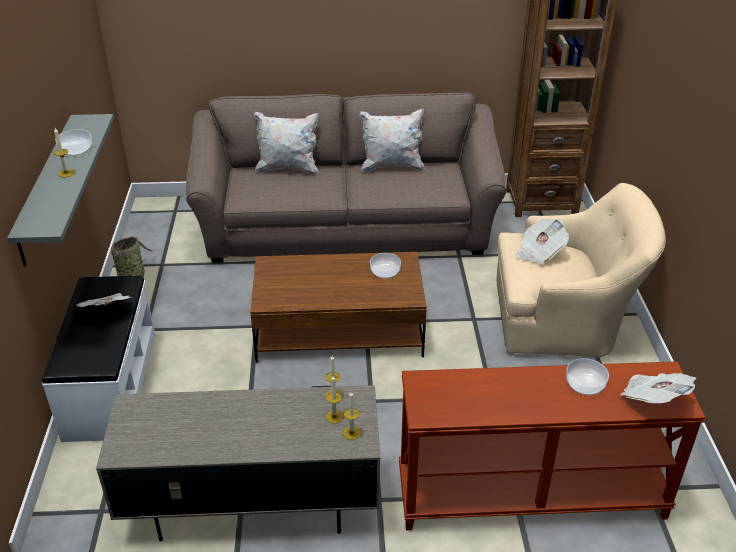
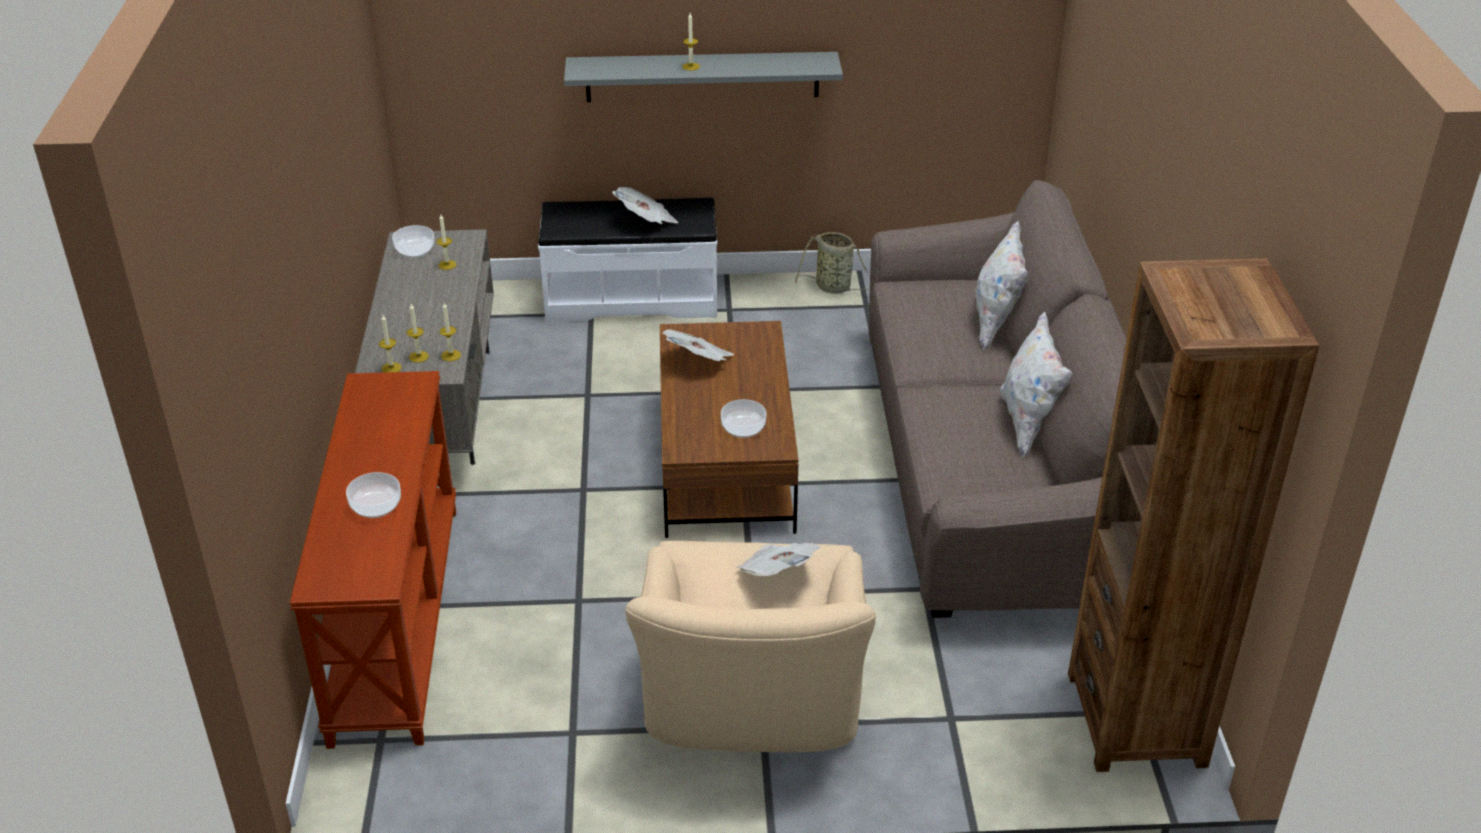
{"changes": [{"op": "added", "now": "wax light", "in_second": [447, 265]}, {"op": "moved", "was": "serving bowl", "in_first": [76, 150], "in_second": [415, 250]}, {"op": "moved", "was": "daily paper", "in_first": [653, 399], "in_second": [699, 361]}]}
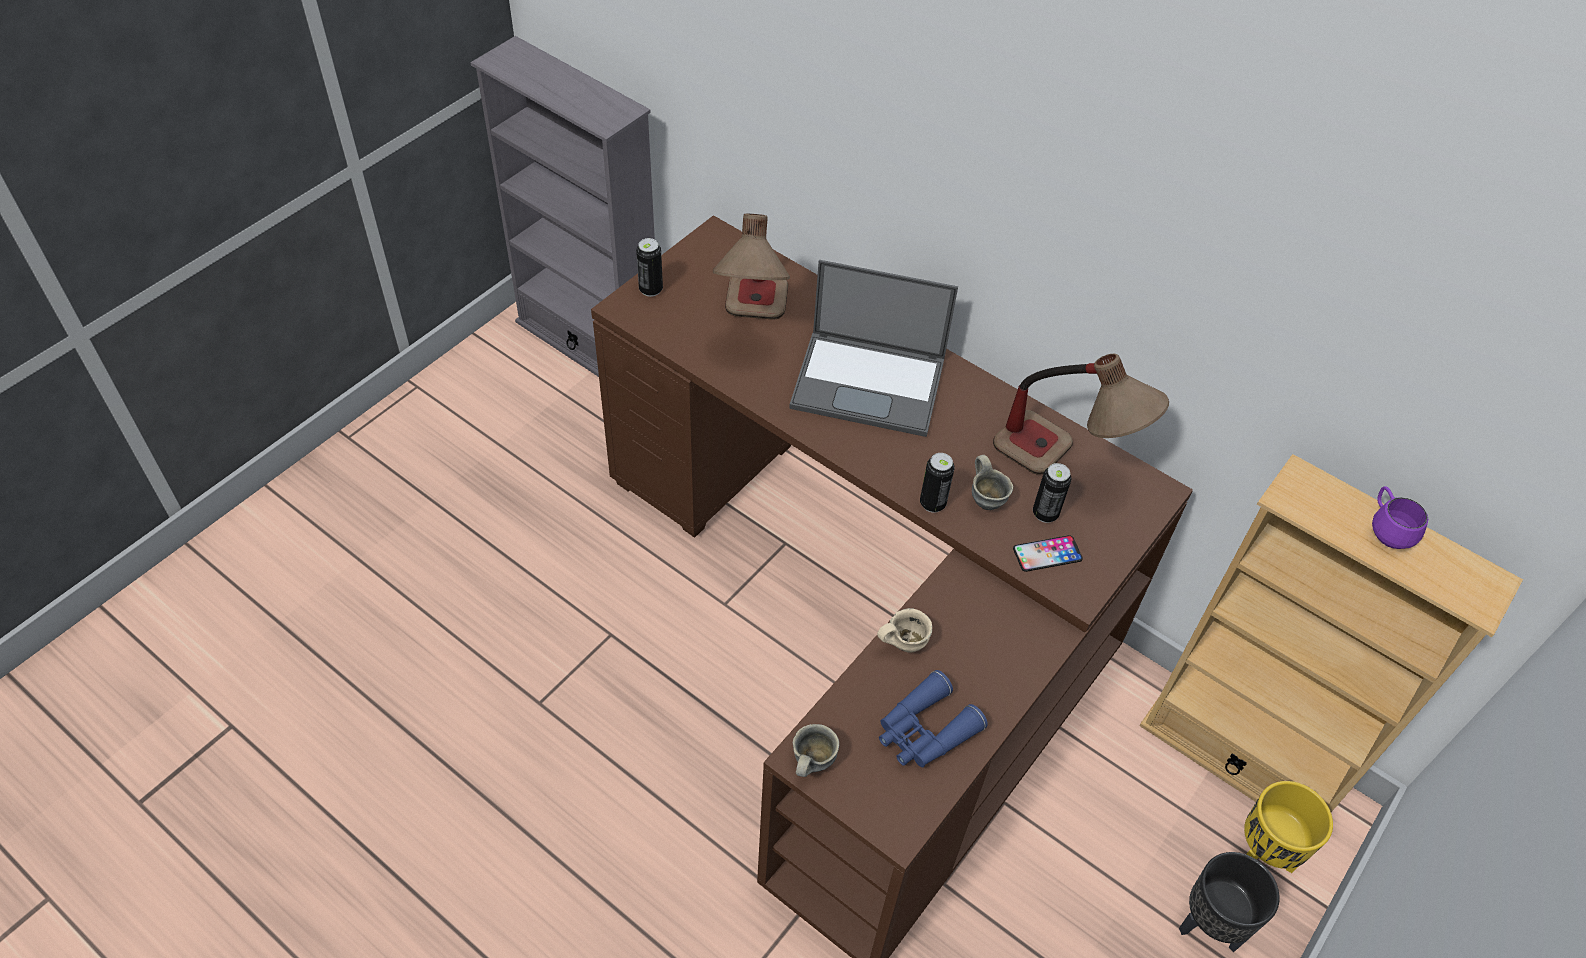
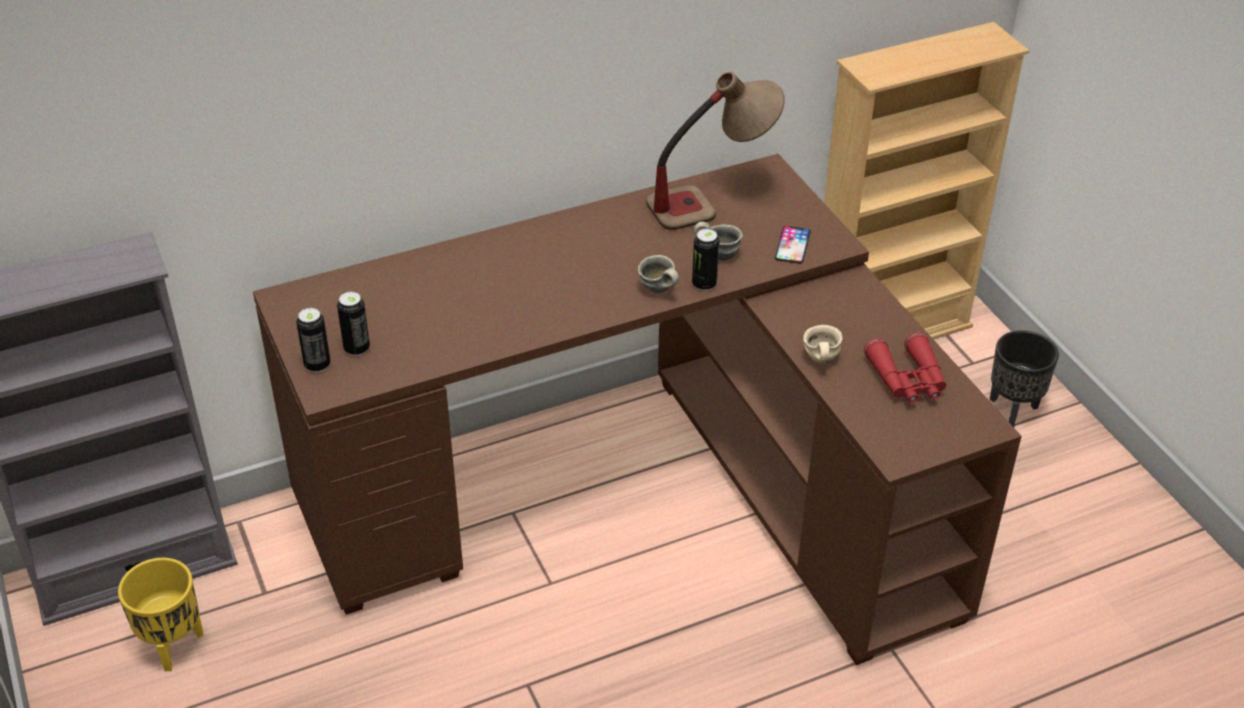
{"changes": [{"op": "removed", "was": "tabletop lamp", "in_first": [754, 323]}, {"op": "removed", "was": "laptop", "in_first": [870, 383]}, {"op": "removed", "was": "purple-coloured coffee mug", "in_first": [1386, 529]}, {"op": "moved", "was": "gray coffee mug", "in_first": [810, 762], "in_second": [657, 291]}, {"op": "moved", "was": "sealed can", "in_first": [1045, 513], "in_second": [357, 348]}, {"op": "moved", "was": "yellow plant pot", "in_first": [1263, 855], "in_second": [174, 646]}, {"op": "recoloured", "was": "blue binoculars", "now": "red binoculars", "in_first": [924, 731], "in_second": [907, 380]}]}
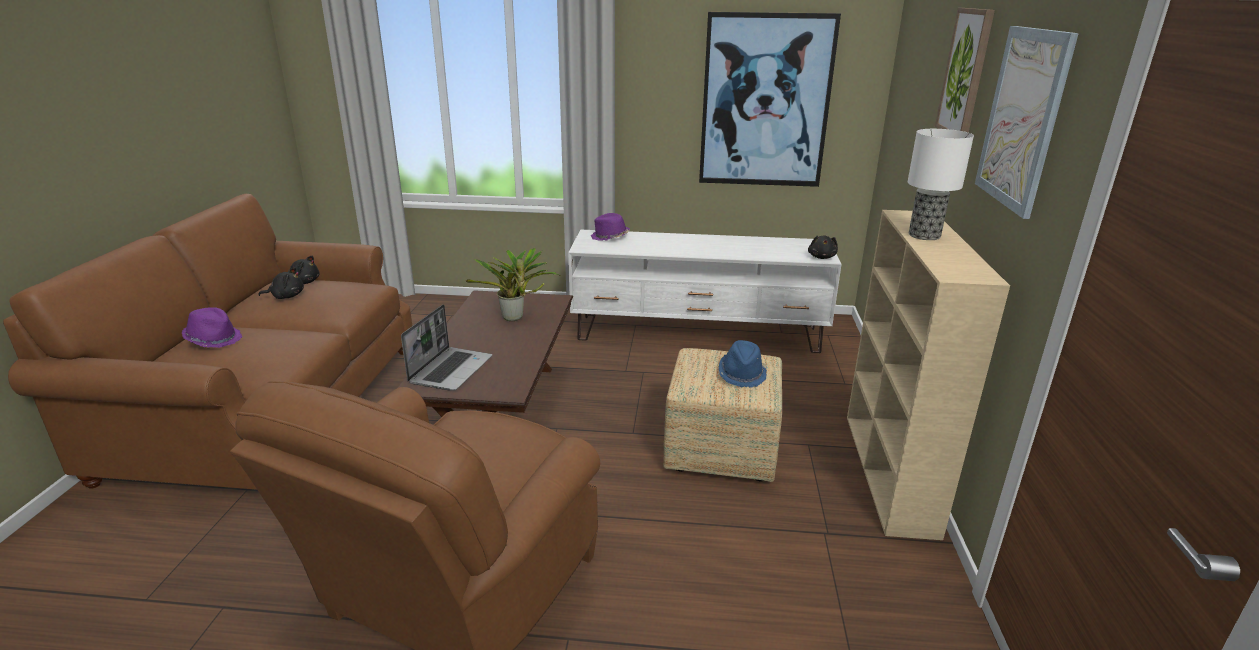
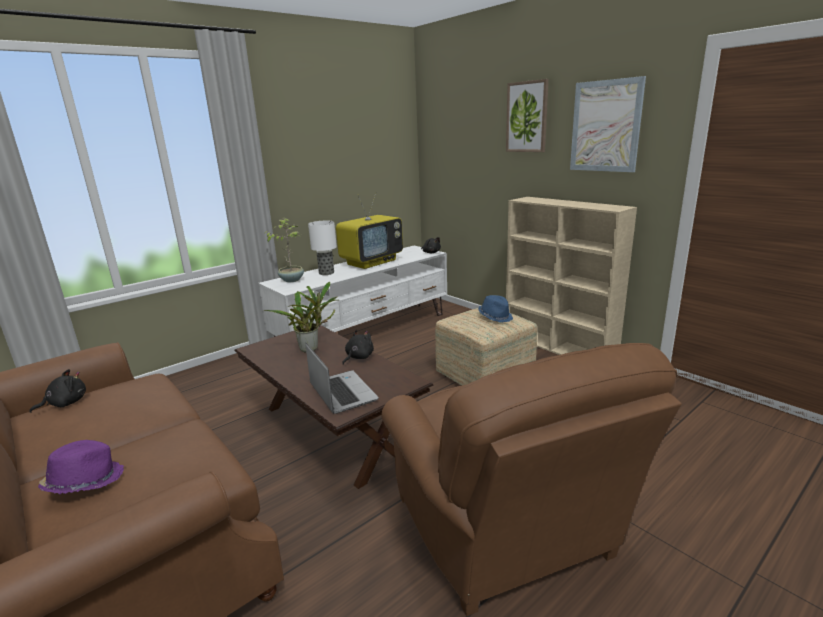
{"changes": [{"op": "removed", "was": "picture", "in_first": [765, 102]}, {"op": "added", "now": "television", "in_second": [371, 262]}, {"op": "moved", "was": "black-coloured soft toy", "in_first": [286, 296], "in_second": [358, 357]}, {"op": "moved", "was": "tabletop lamp", "in_first": [925, 235], "in_second": [327, 273]}, {"op": "replaced", "was": "purple-coloured hat", "now": "potted plant", "in_first": [610, 237], "in_second": [291, 280]}]}
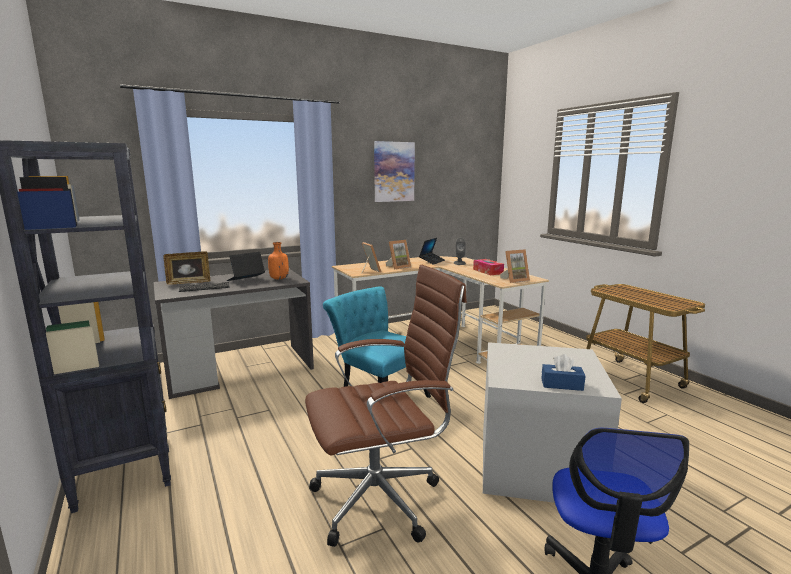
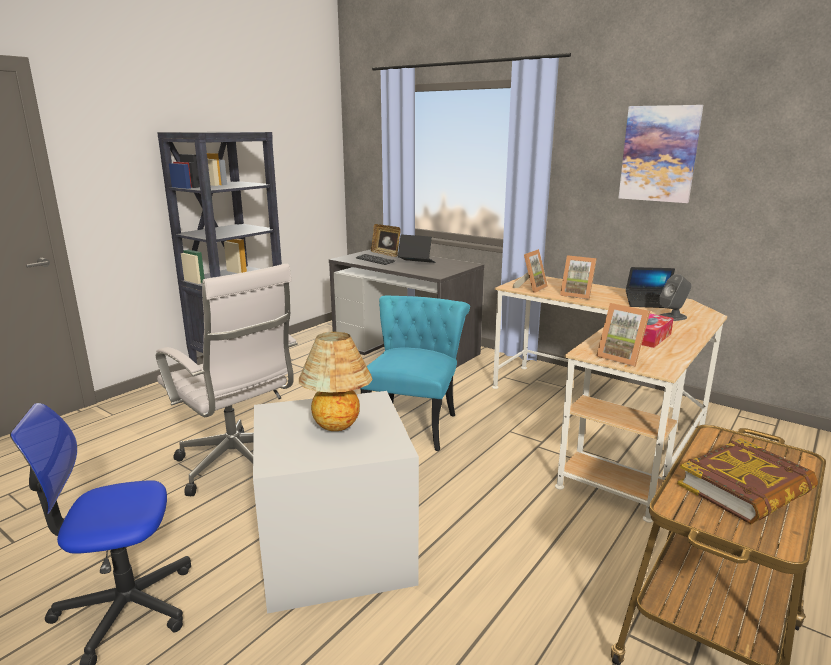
{"changes": [{"op": "removed", "was": "orange drink bottle", "in_first": [278, 278]}, {"op": "removed", "was": "blue tissue box", "in_first": [562, 384]}, {"op": "added", "now": "tabletop lamp", "in_second": [338, 428]}, {"op": "added", "now": "volume", "in_second": [745, 489]}, {"op": "recoloured", "was": "brown computer chair", "now": "whitish computer chair", "in_first": [382, 499], "in_second": [238, 466]}]}
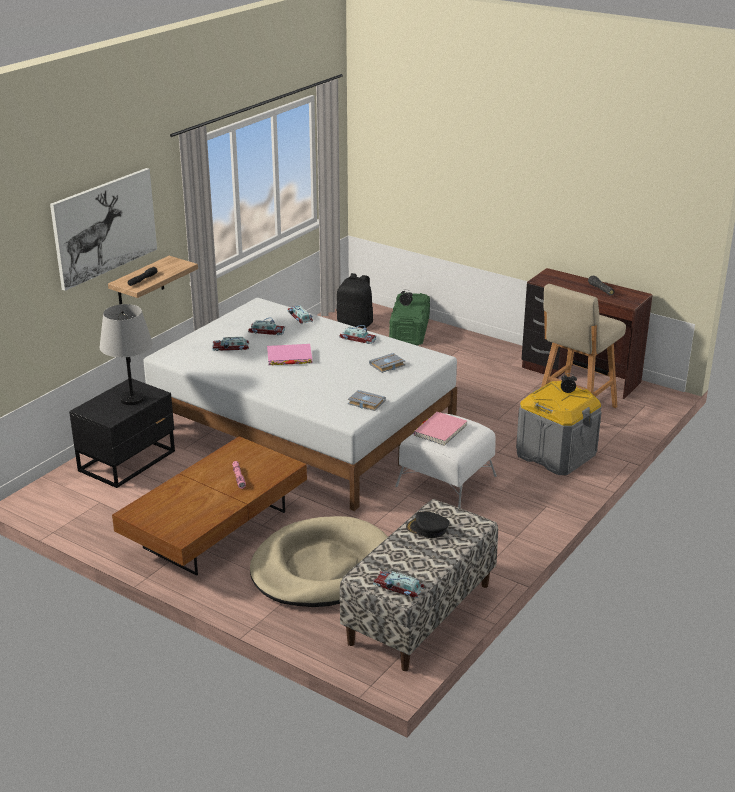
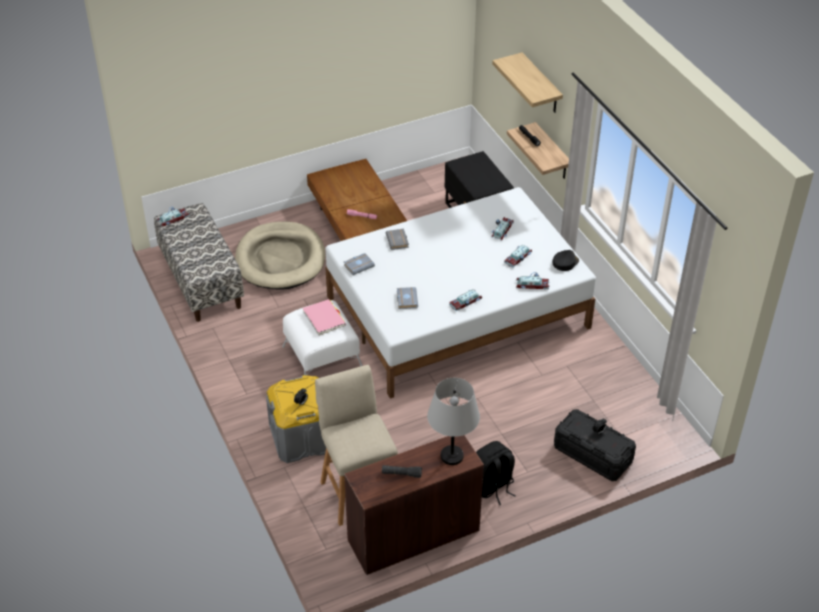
{"changes": [{"op": "removed", "was": "pink-coloured volume", "in_first": [289, 357]}, {"op": "added", "now": "gray volume", "in_second": [398, 241]}, {"op": "moved", "was": "gray tabletop lamp", "in_first": [131, 399], "in_second": [452, 456]}, {"op": "moved", "was": "black-coloured backpack", "in_first": [355, 323], "in_second": [492, 487]}, {"op": "moved", "was": "black-coloured peaked cap", "in_first": [427, 528], "in_second": [565, 262]}, {"op": "replaced", "was": "picture", "now": "bracket shelf", "in_first": [104, 227], "in_second": [541, 84]}, {"op": "recoloured", "was": "green-coloured storage container", "now": "black-coloured storage container", "in_first": [409, 331], "in_second": [592, 455]}]}
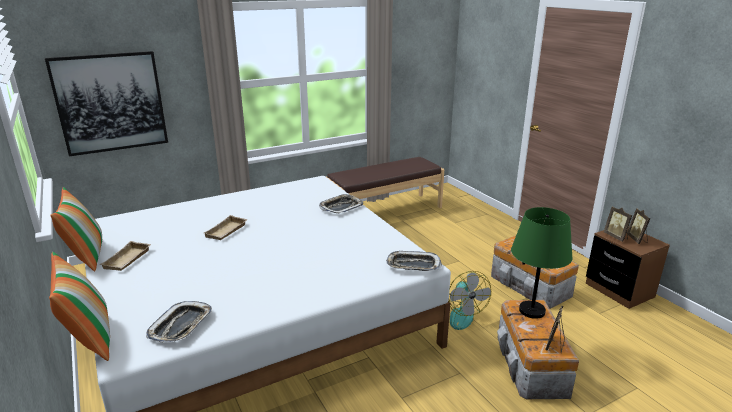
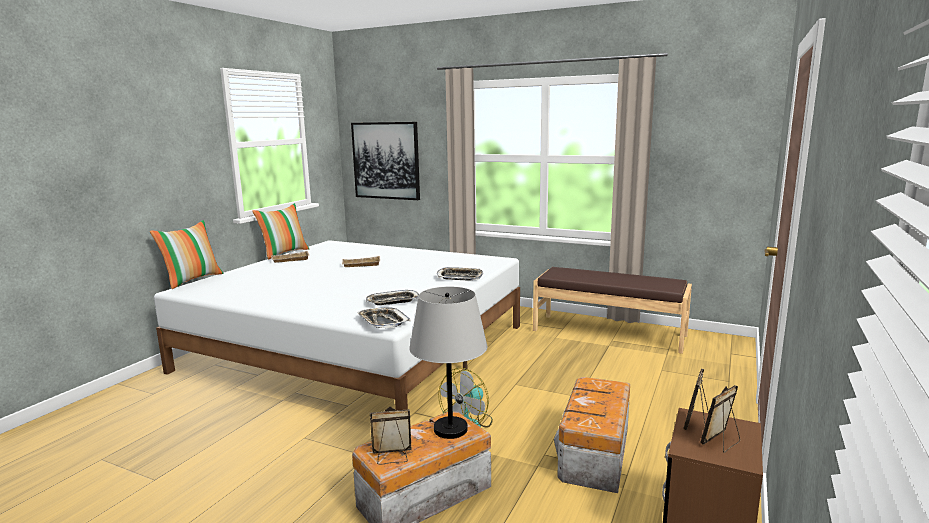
{"changes": [{"op": "moved", "was": "carrying tray", "in_first": [181, 326], "in_second": [393, 301]}, {"op": "recoloured", "was": "green-coloured tabletop lamp", "now": "gray tabletop lamp", "in_first": [532, 310], "in_second": [451, 429]}]}
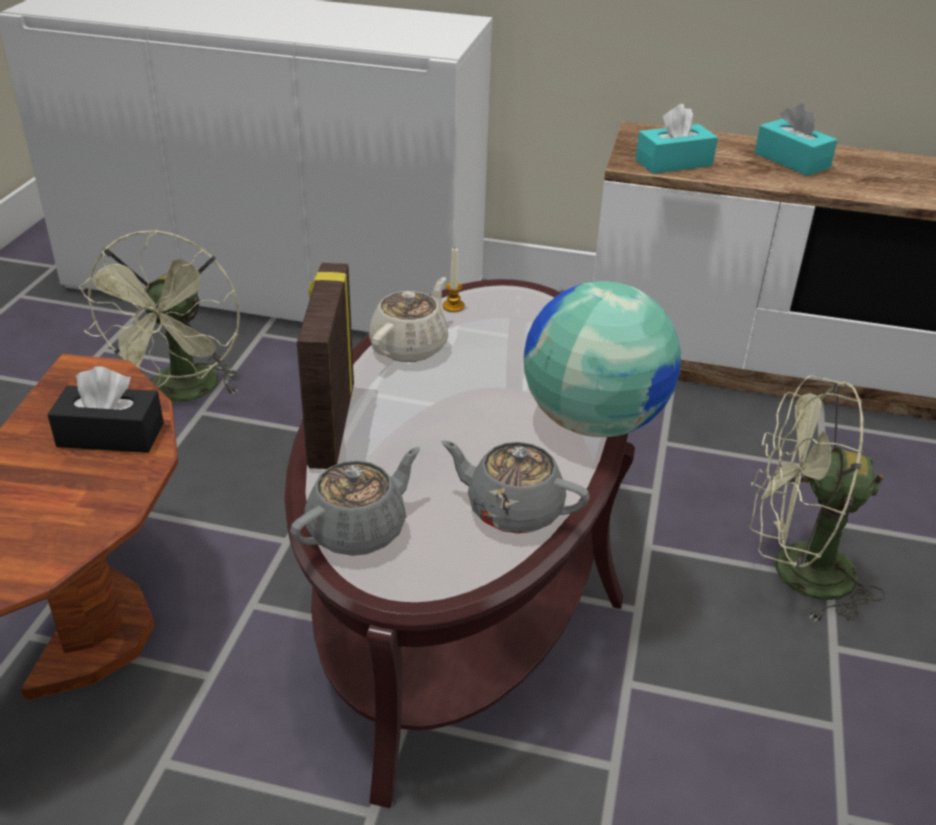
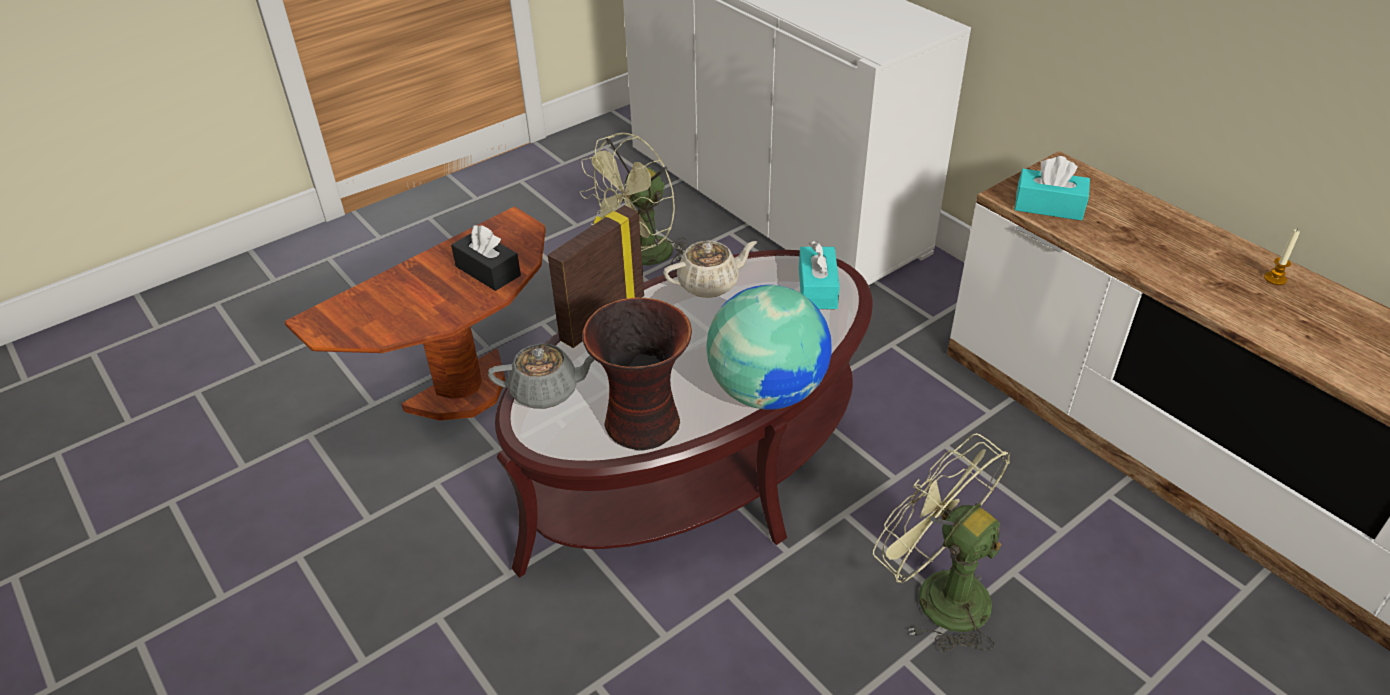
{"changes": [{"op": "moved", "was": "wax light", "in_first": [453, 306], "in_second": [1275, 279]}, {"op": "moved", "was": "turquoise-coloured tissue box", "in_first": [791, 160], "in_second": [817, 288]}, {"op": "replaced", "was": "gray teapot", "now": "flower vase", "in_first": [513, 509], "in_second": [645, 424]}]}
